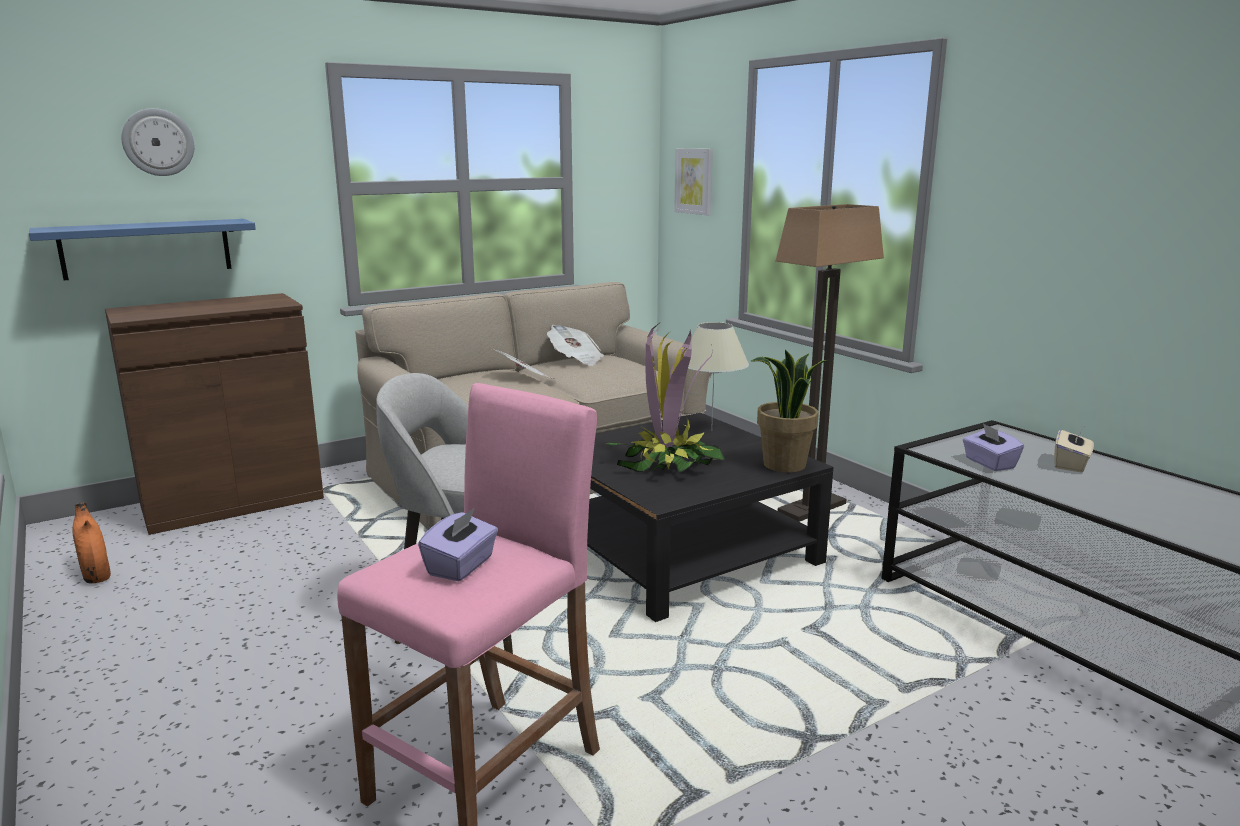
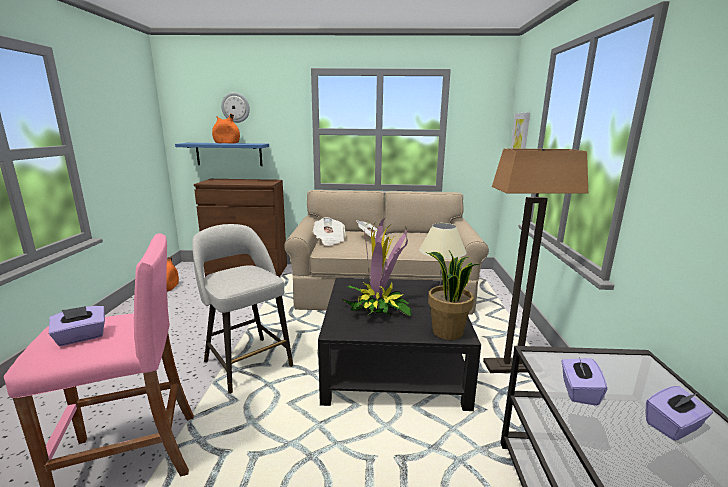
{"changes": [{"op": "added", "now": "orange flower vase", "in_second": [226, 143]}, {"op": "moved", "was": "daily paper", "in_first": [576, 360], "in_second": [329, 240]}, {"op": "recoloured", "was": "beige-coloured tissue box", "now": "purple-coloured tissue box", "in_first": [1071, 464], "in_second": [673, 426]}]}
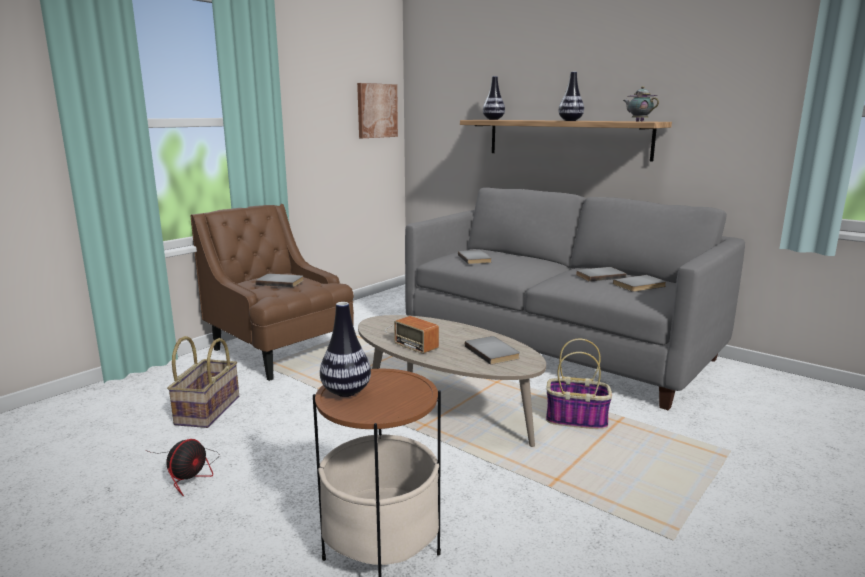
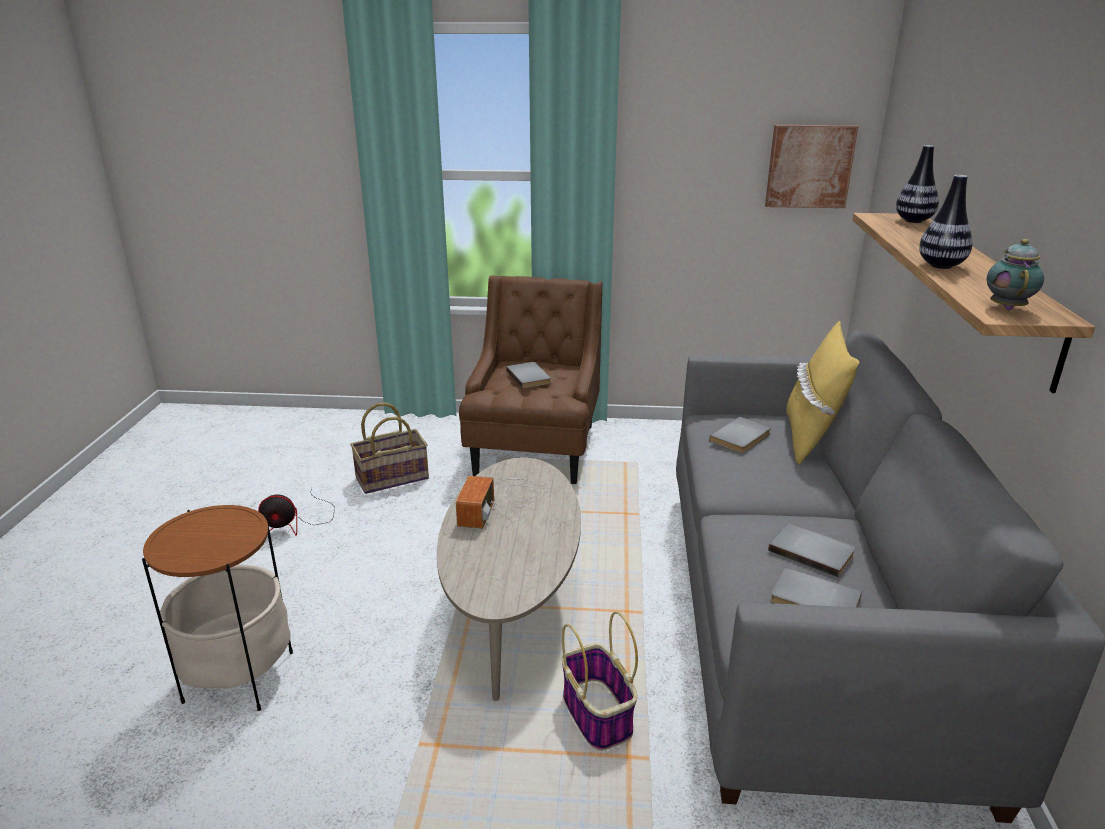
{"changes": [{"op": "removed", "was": "flower vase", "in_first": [346, 392]}, {"op": "removed", "was": "gray volume", "in_first": [493, 352]}, {"op": "added", "now": "yellow throw pillow", "in_second": [810, 438]}]}
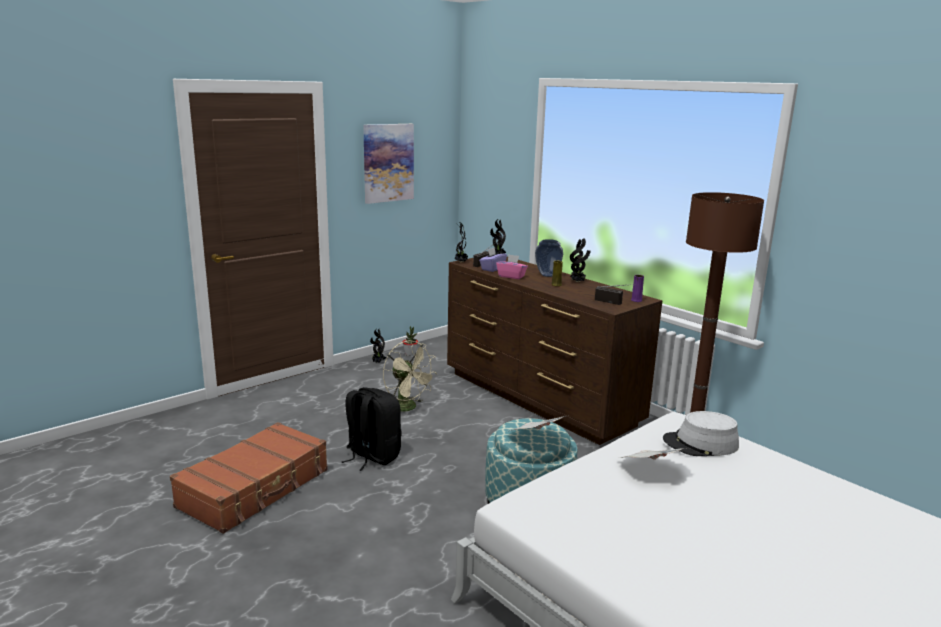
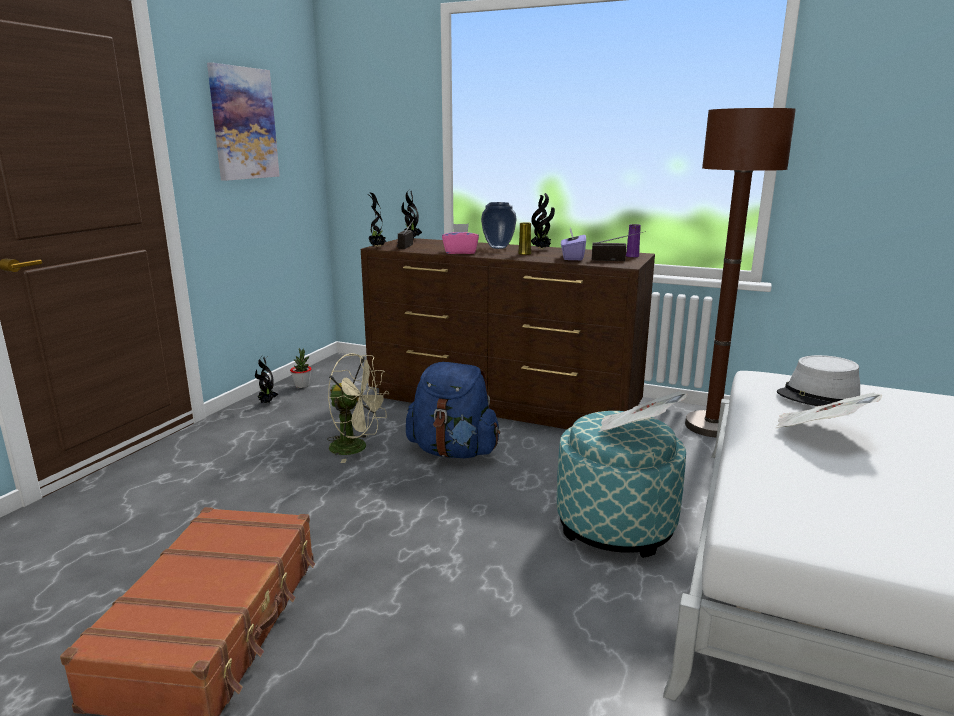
{"changes": [{"op": "removed", "was": "black-coloured backpack", "in_first": [372, 456]}, {"op": "added", "now": "blue backpack", "in_second": [453, 452]}, {"op": "moved", "was": "purple-coloured tissue box", "in_first": [492, 269], "in_second": [572, 258]}]}
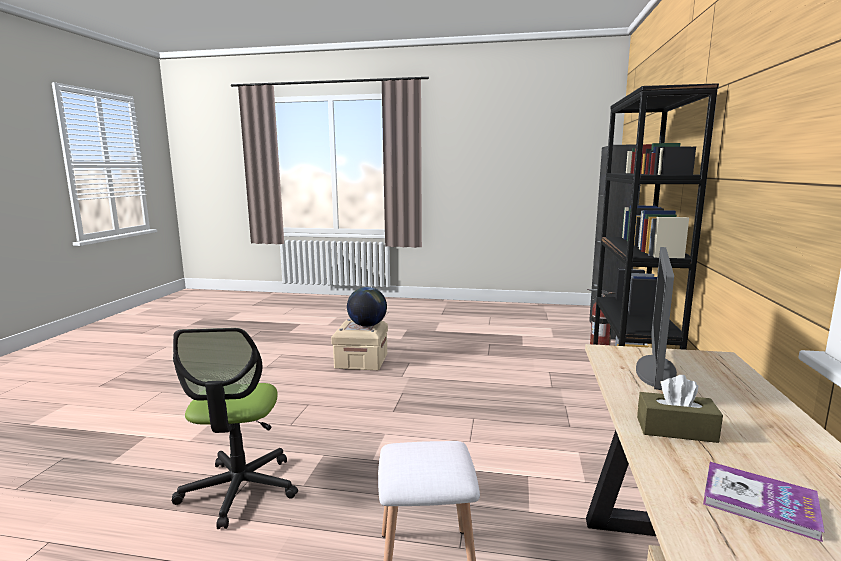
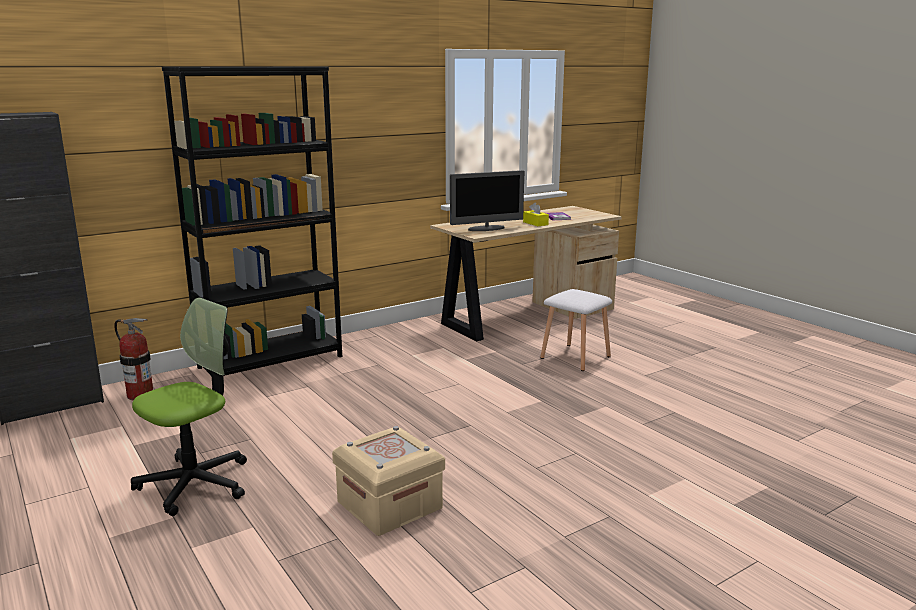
{"changes": [{"op": "removed", "was": "globe", "in_first": [367, 325]}, {"op": "moved", "was": "computer chair", "in_first": [239, 489], "in_second": [195, 483]}, {"op": "recoloured", "was": "brown tissue box", "now": "yellow tissue box", "in_first": [676, 429], "in_second": [535, 223]}]}
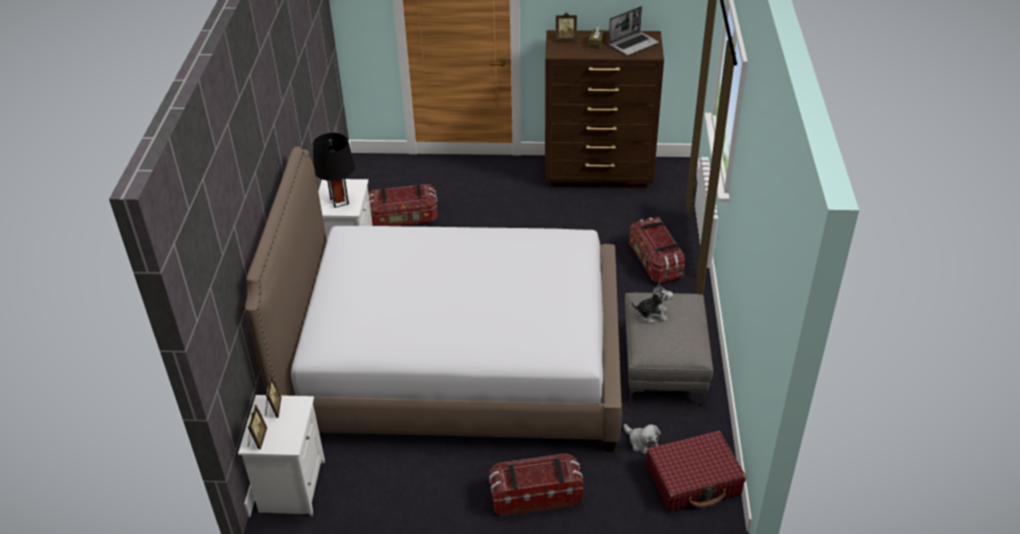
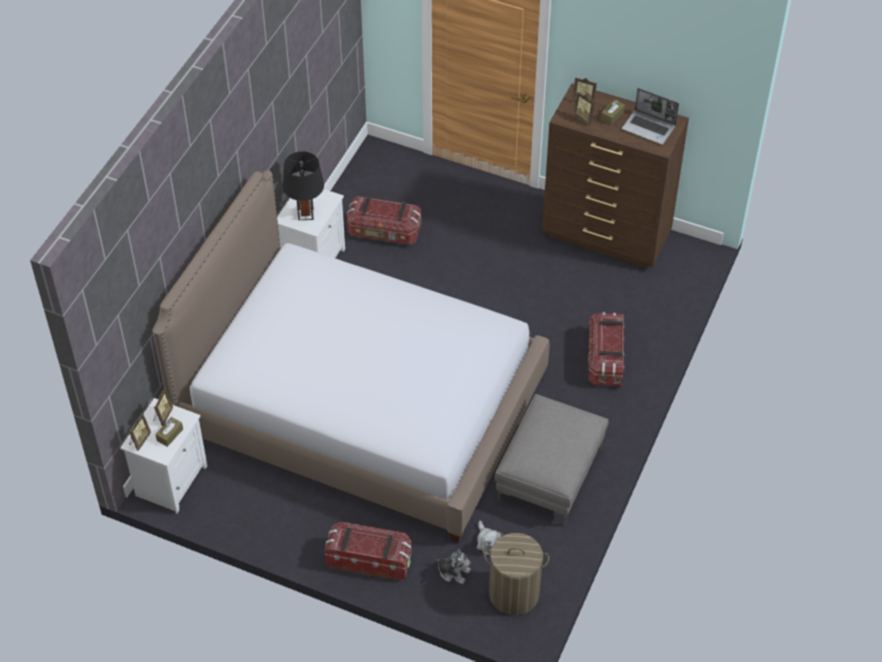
{"changes": [{"op": "added", "now": "brown tissue box", "in_second": [170, 435]}, {"op": "added", "now": "standing frame", "in_second": [584, 118]}, {"op": "moved", "was": "soft toy", "in_first": [652, 314], "in_second": [453, 571]}, {"op": "replaced", "was": "red piece of luggage", "now": "laundry basket", "in_first": [693, 480], "in_second": [514, 593]}, {"op": "turned", "was": "laptop", "in_first": [633, 44], "in_second": [649, 128], "clockwise": 45}]}
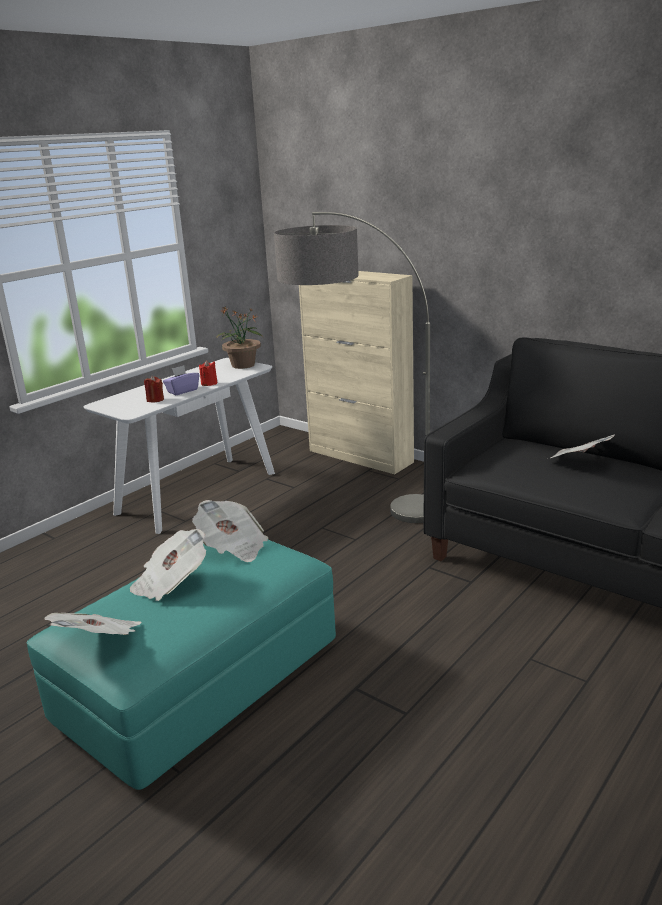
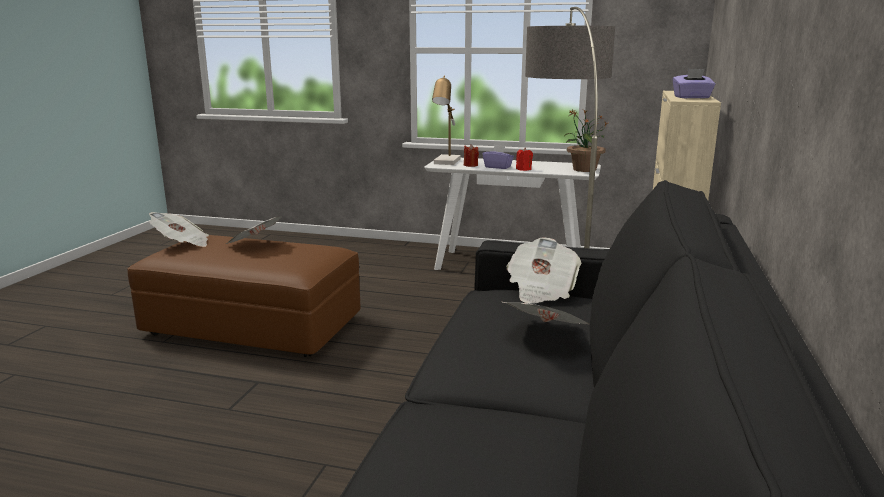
{"changes": [{"op": "added", "now": "tabletop lamp", "in_second": [446, 162]}, {"op": "added", "now": "purple-coloured tissue box", "in_second": [692, 97]}, {"op": "moved", "was": "daily paper", "in_first": [233, 547], "in_second": [541, 290]}, {"op": "recoloured", "was": "turquoise-coloured footrest", "now": "brown footrest", "in_first": [200, 683], "in_second": [253, 326]}]}
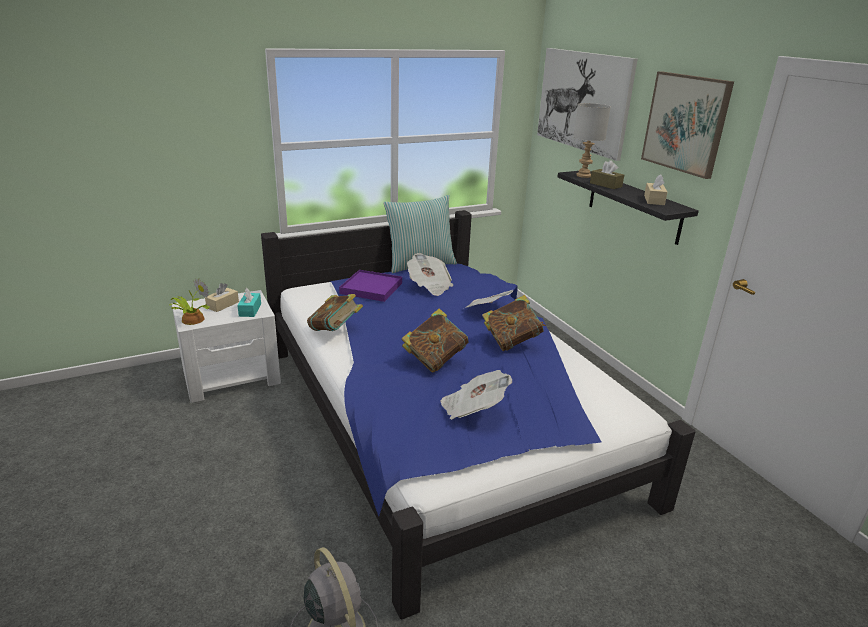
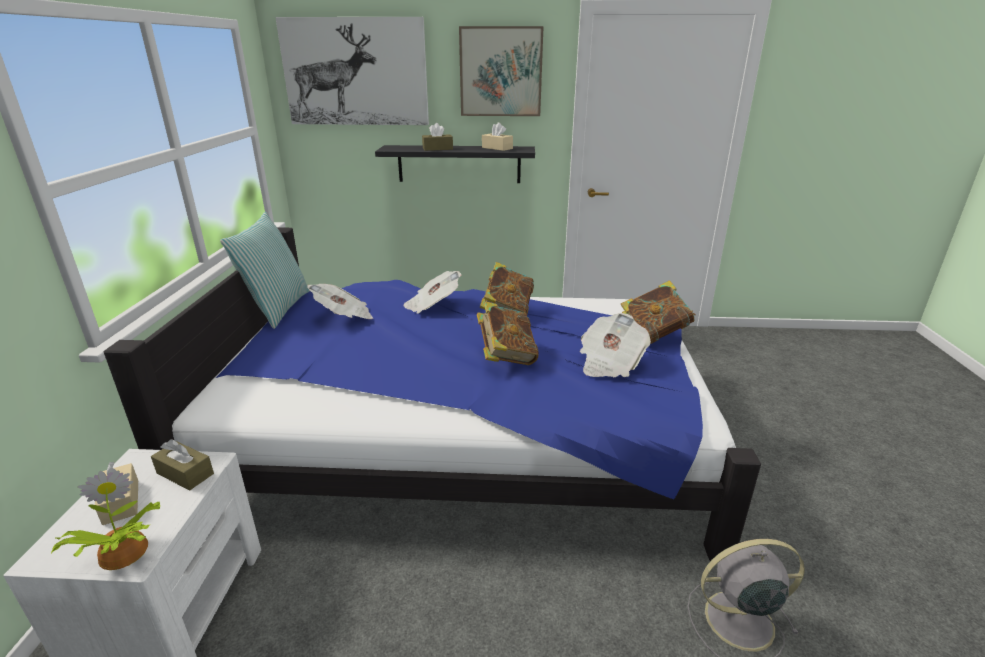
{"changes": [{"op": "removed", "was": "purple-coloured carrying tray", "in_first": [371, 288]}, {"op": "removed", "was": "gray tabletop lamp", "in_first": [584, 175]}, {"op": "moved", "was": "volume", "in_first": [335, 331], "in_second": [654, 334]}, {"op": "recoloured", "was": "turquoise-coloured tissue box", "now": "brown tissue box", "in_first": [250, 310], "in_second": [185, 473]}]}
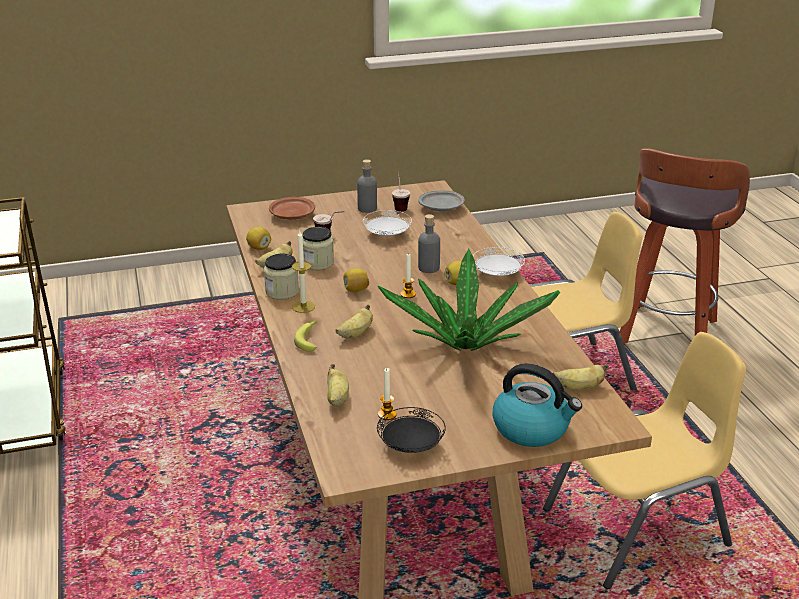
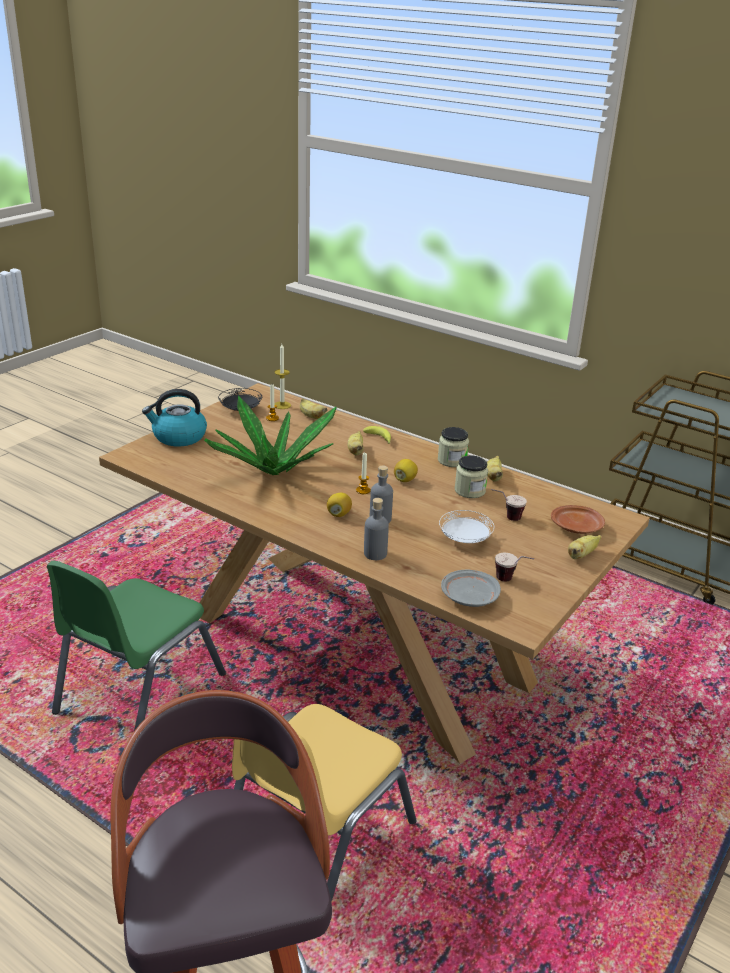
{"changes": [{"op": "removed", "was": "citrus fruit", "in_first": [259, 248]}, {"op": "removed", "was": "whitish flat dish", "in_first": [497, 274]}, {"op": "moved", "was": "wax light", "in_first": [303, 307], "in_second": [282, 405]}, {"op": "moved", "was": "gray drink bottle", "in_first": [367, 208], "in_second": [375, 554]}, {"op": "moved", "was": "whole banana", "in_first": [579, 387], "in_second": [581, 555]}, {"op": "recoloured", "was": "yellow plain chair", "now": "green-coloured plain chair", "in_first": [638, 529], "in_second": [138, 693]}]}
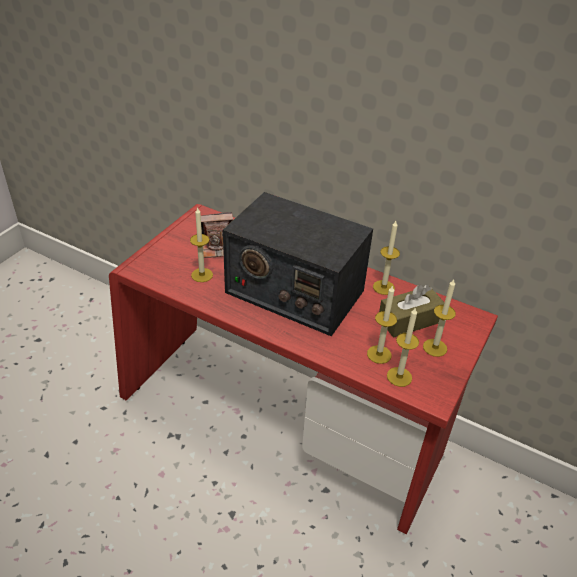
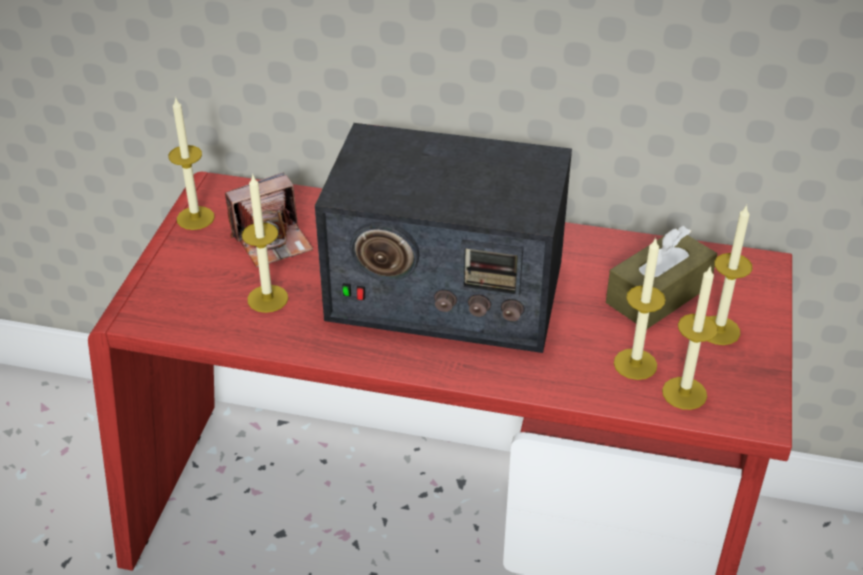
{"changes": [{"op": "moved", "was": "wax light", "in_first": [383, 287], "in_second": [195, 218]}]}
